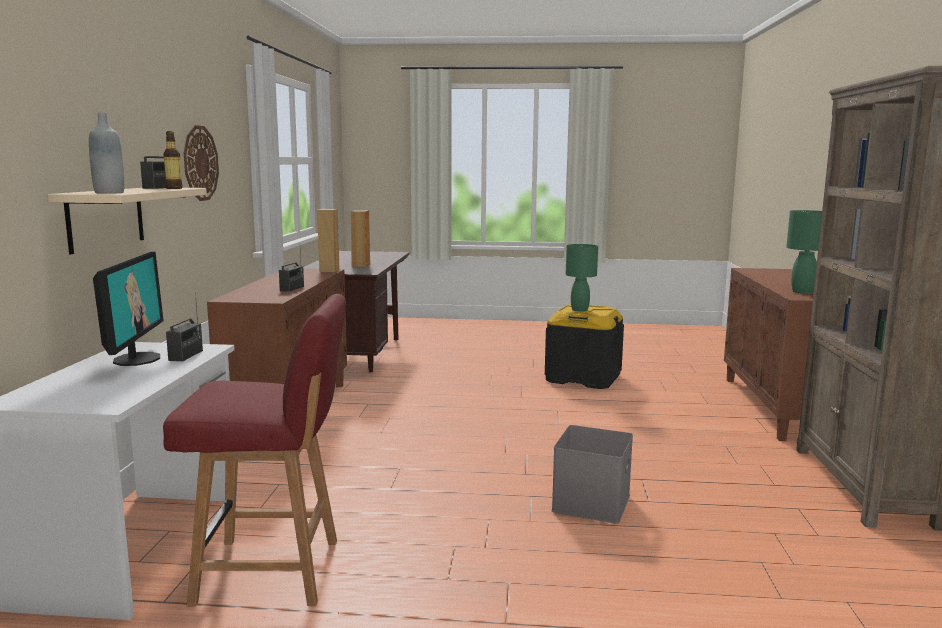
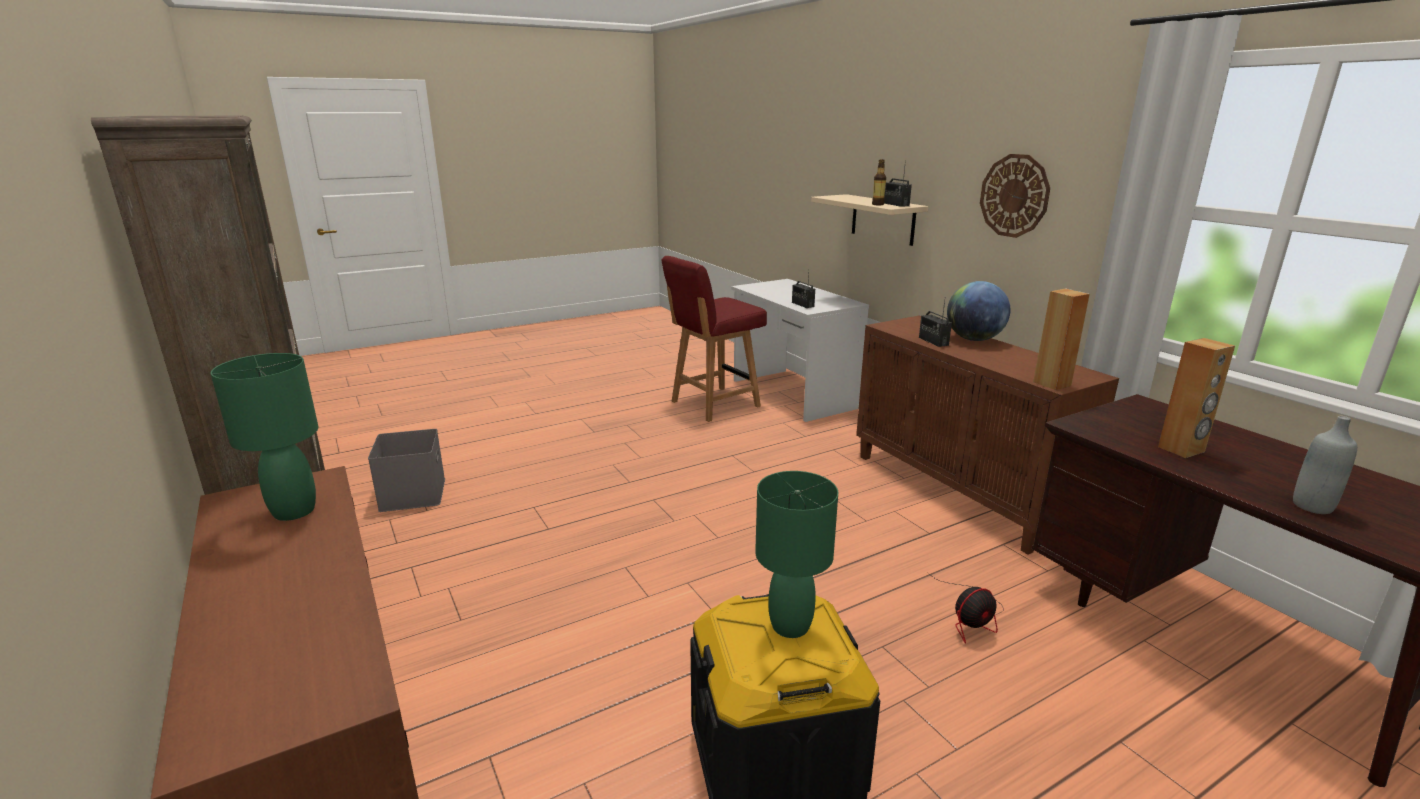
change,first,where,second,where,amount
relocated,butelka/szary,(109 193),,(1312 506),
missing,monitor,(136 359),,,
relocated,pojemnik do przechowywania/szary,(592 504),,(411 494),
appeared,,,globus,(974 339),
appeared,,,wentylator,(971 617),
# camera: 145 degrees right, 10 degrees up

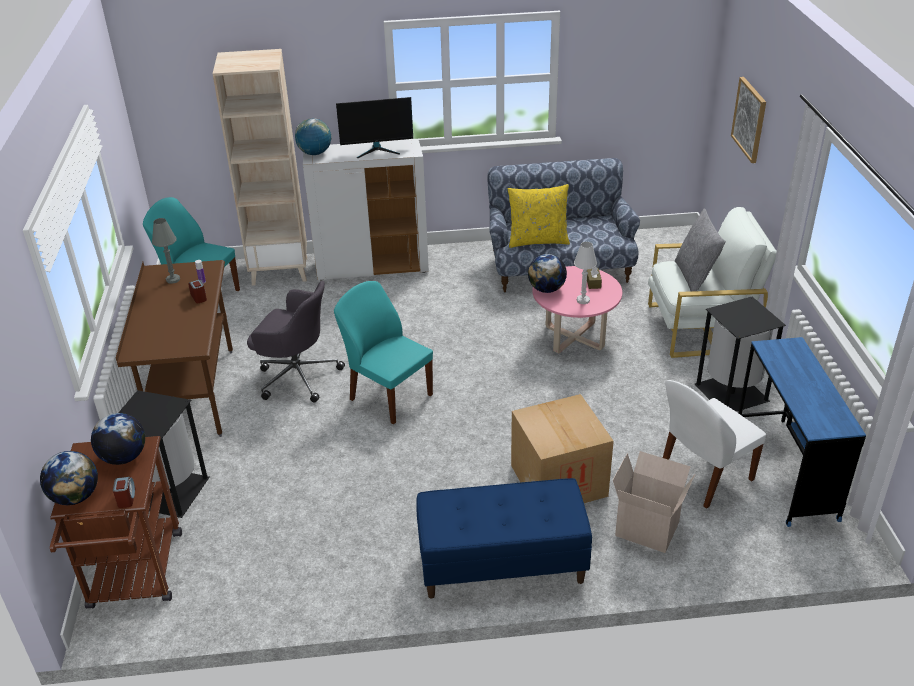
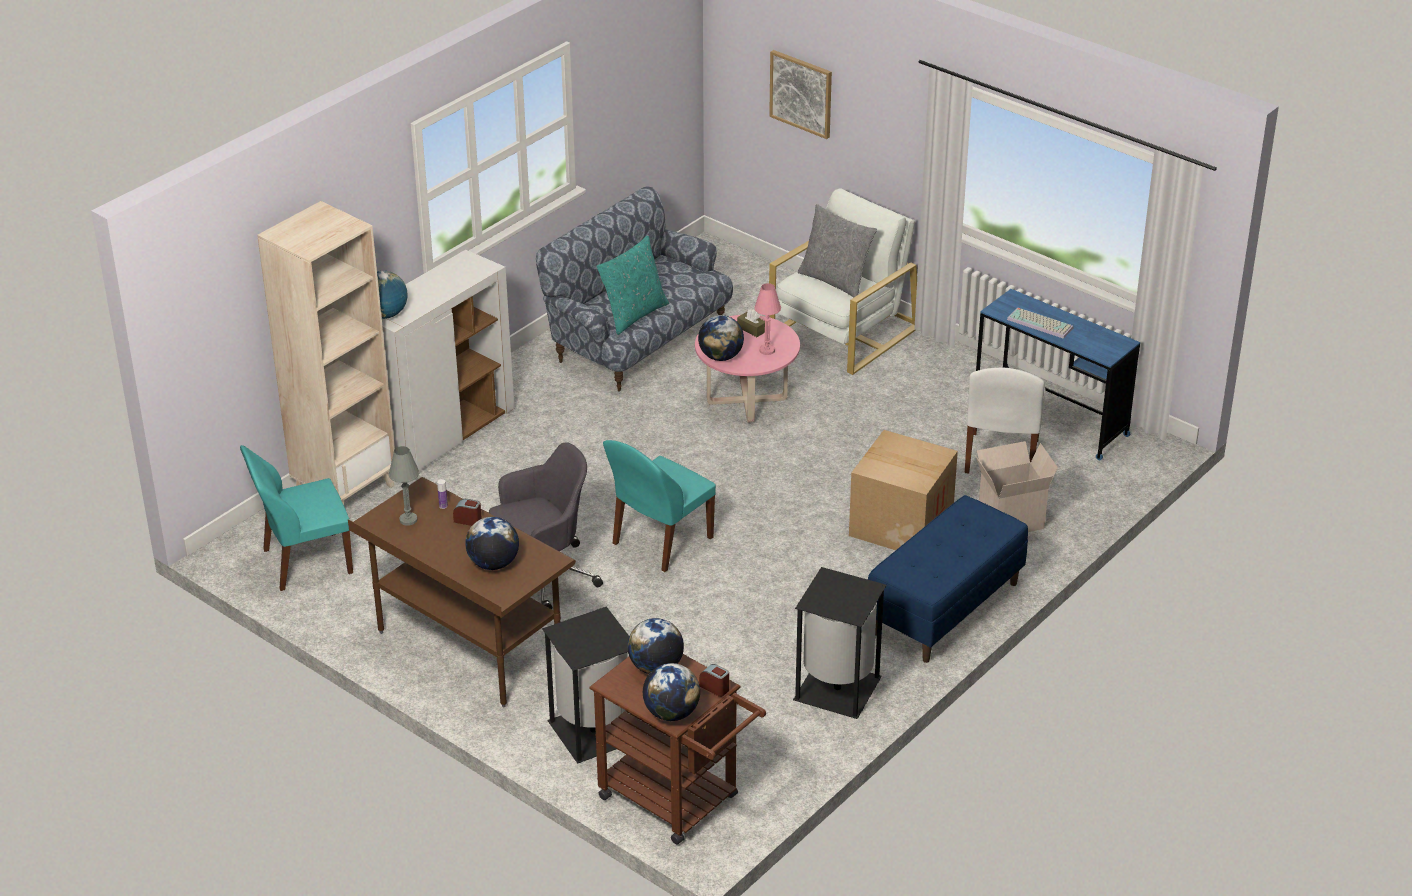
change,first,where,second,where,amount
missing,monitor,(377 150),,,
colour,poduszka/żółty,(538 241),poduszka/turkusowy,(633 314),
colour,lampa stołowa/biały,(583 300),lampa stołowa/różowy,(767 350),
spun,krzesło/turkusowy,(389 396),,(660 542),45 degrees counterclockwise
relocated,kosz na śmieci/czarny,(731 392),,(836 687),
appeared,,,klawiatura,(1041 323),
appeared,,,globus,(493 564),
# camera: 45 degrees left, 0 degrees up

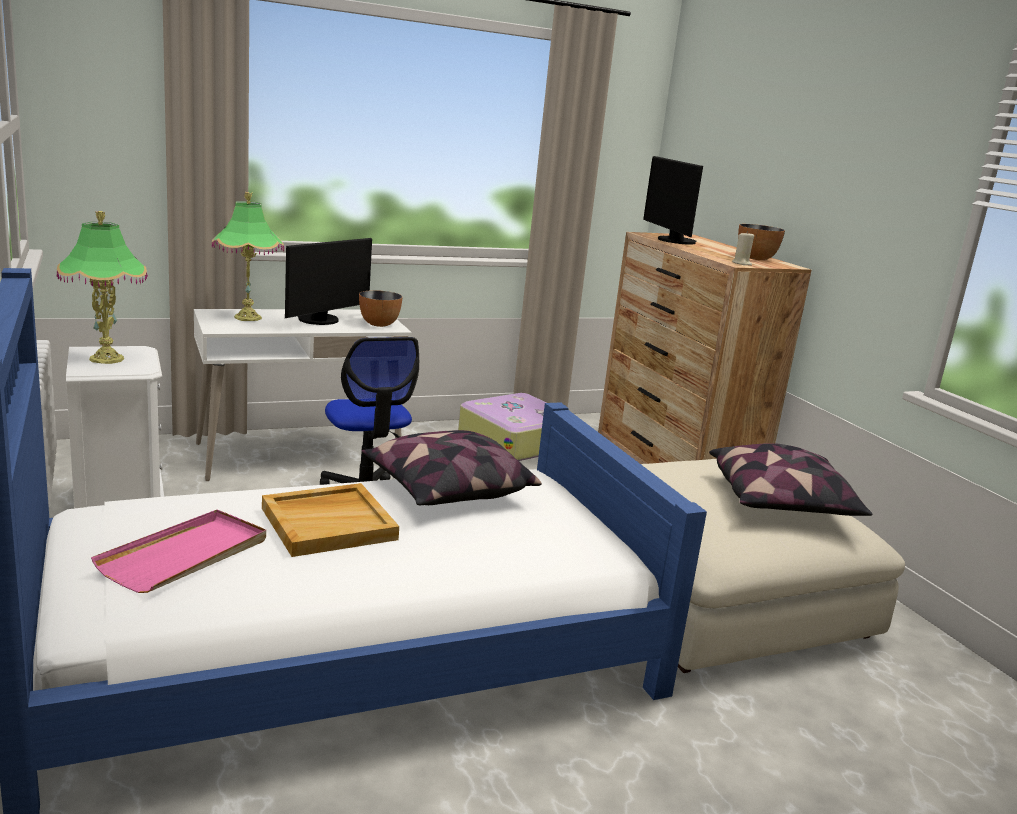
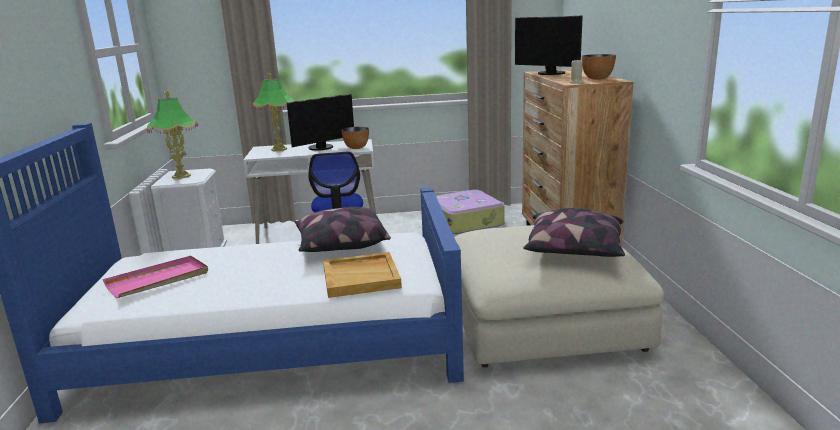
change,first,where,second,where,amount
spun,monitor,(672 240),,(549 73),45 degrees counterclockwise
relocated,taca/beżowy,(329 523),,(361 277),
# camera: 20 degrees right, 0 degrees up

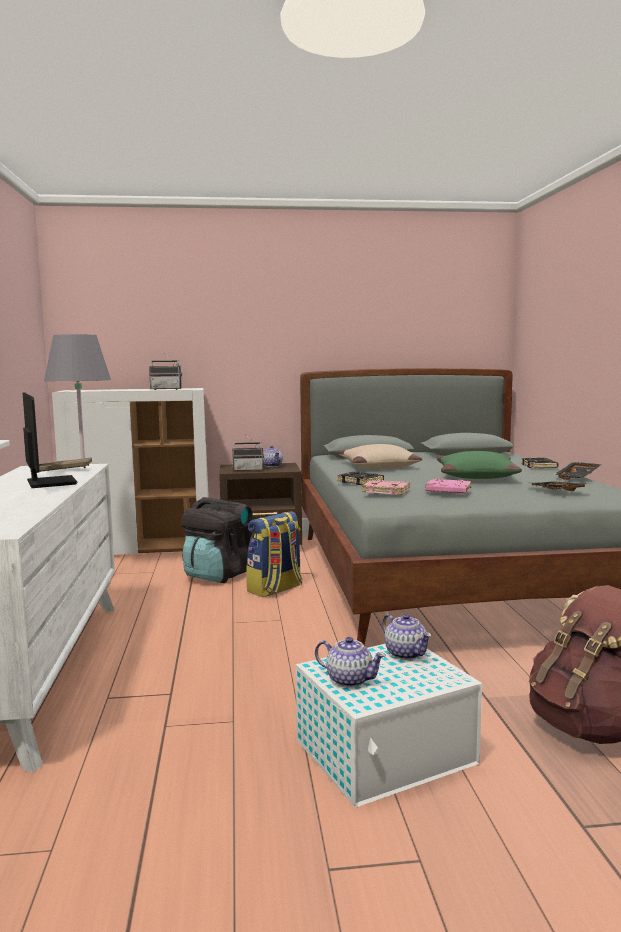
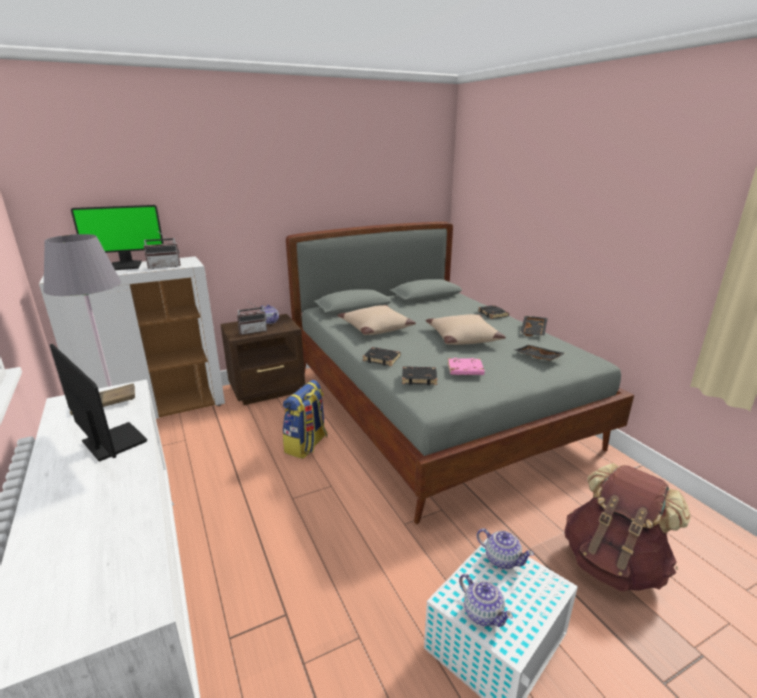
change,first,where,second,where,amount
colour,poduszka/zielony,(476 476),poduszka/beżowy,(462 337),
colour,książka/różowy,(387 491),książka/czarny,(419 378),
missing,plecak/czarny,(219 575),,,
spun,imbryk,(349 679),,(482 613),45 degrees clockwise
appeared,,,monitor,(126 266),
# camera: 20 degrees left, 15 degrees up

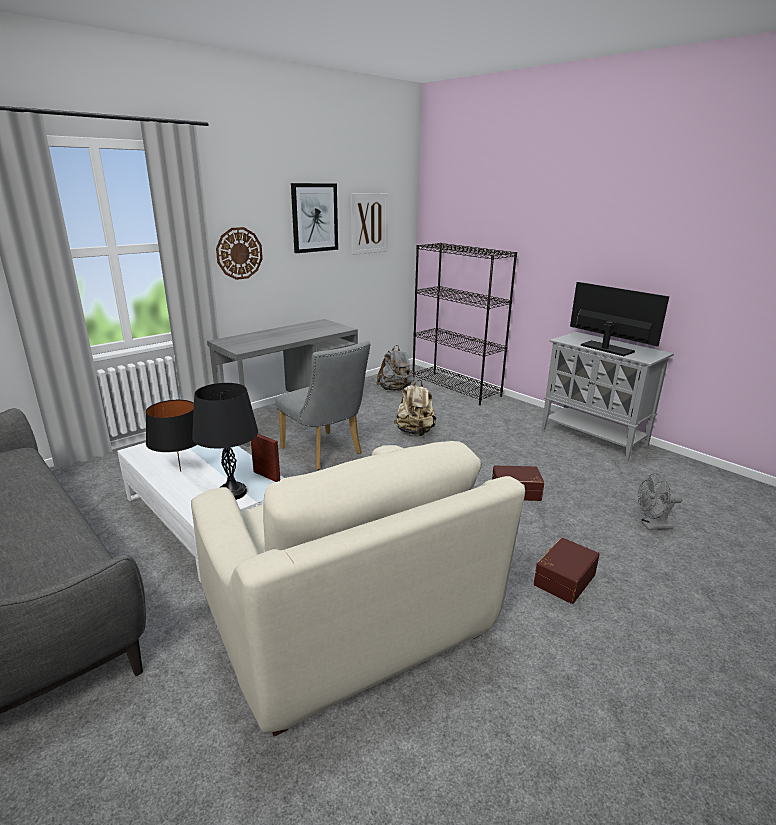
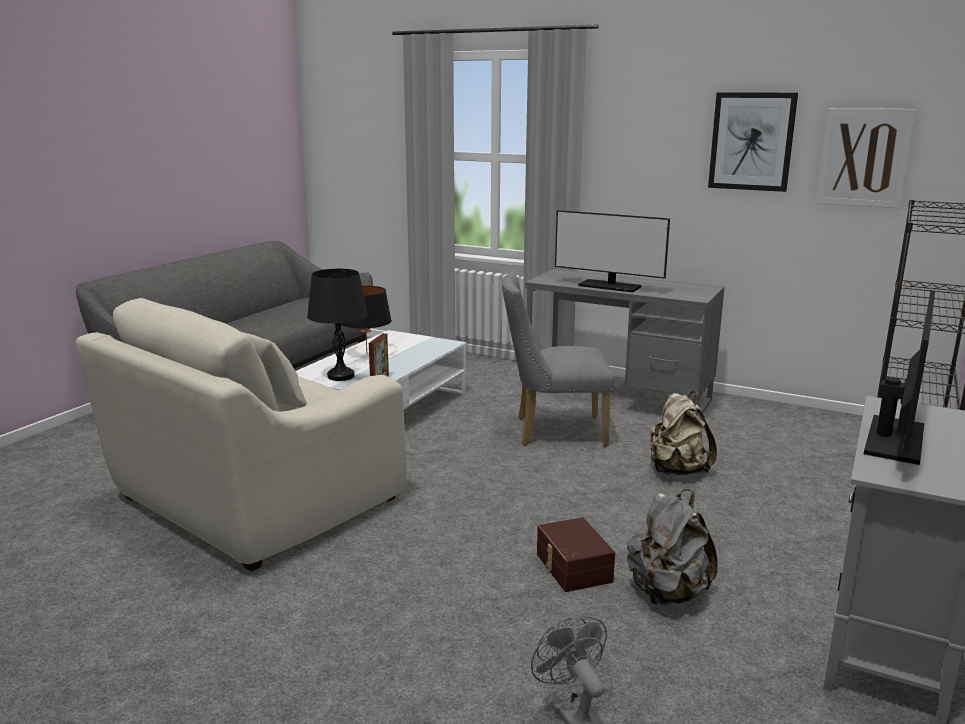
change,first,where,second,where,amount
missing,zegar ścienny,(239 253),,,
spun,krzesło/szary,(325 453),,(552 431),60 degrees clockwise
relocated,plecak/szary,(395 390),,(667 593),
missing,pojemnik do przechowywania/brązowy,(563 579),,,
appeared,,,monitor,(609 286),
# camera: 70 degrees right, 5 degrees down

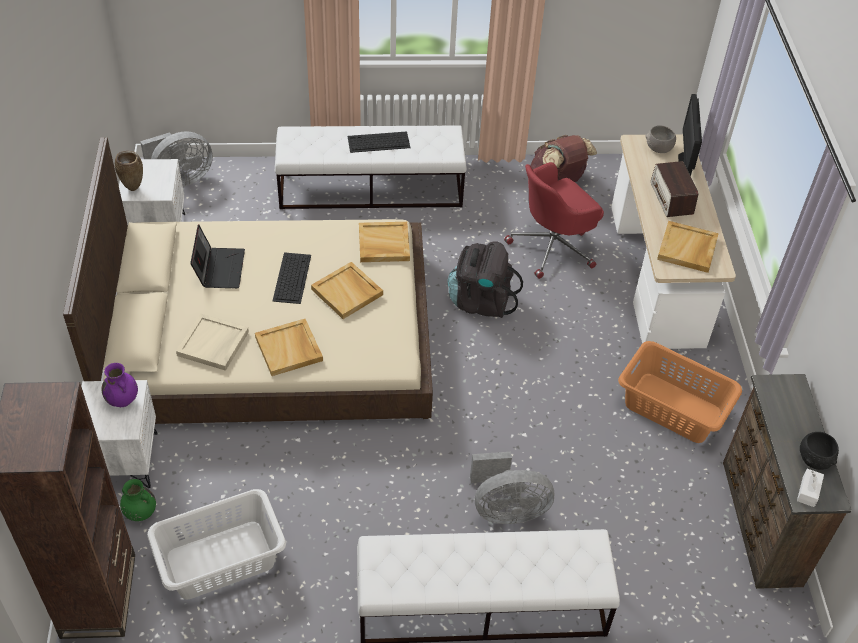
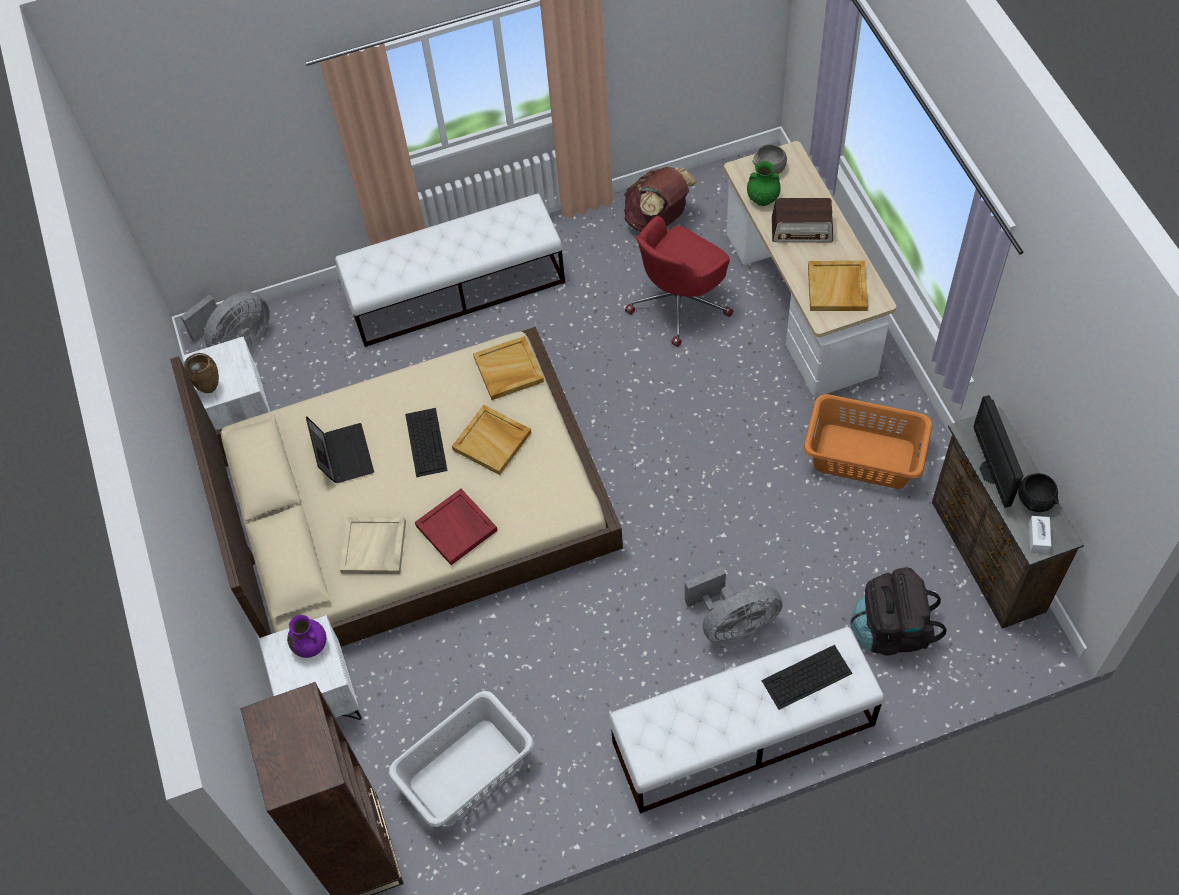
change,first,where,second,where,amount
relocated,monitor,(687 159),,(992 471),
relocated,klawiatura,(378 142),,(806 677),
spun,radio,(671 198),,(802 230),60 degrees counterclockwise
relocated,plecak/czarny,(481 301),,(892 630),
colour,taca/beżowy,(289 349),taca/czerwony,(457 528),
relocated,wazon/zielony,(140 512),,(762 199),
# camera: 10 degrees left, 10 degrees up

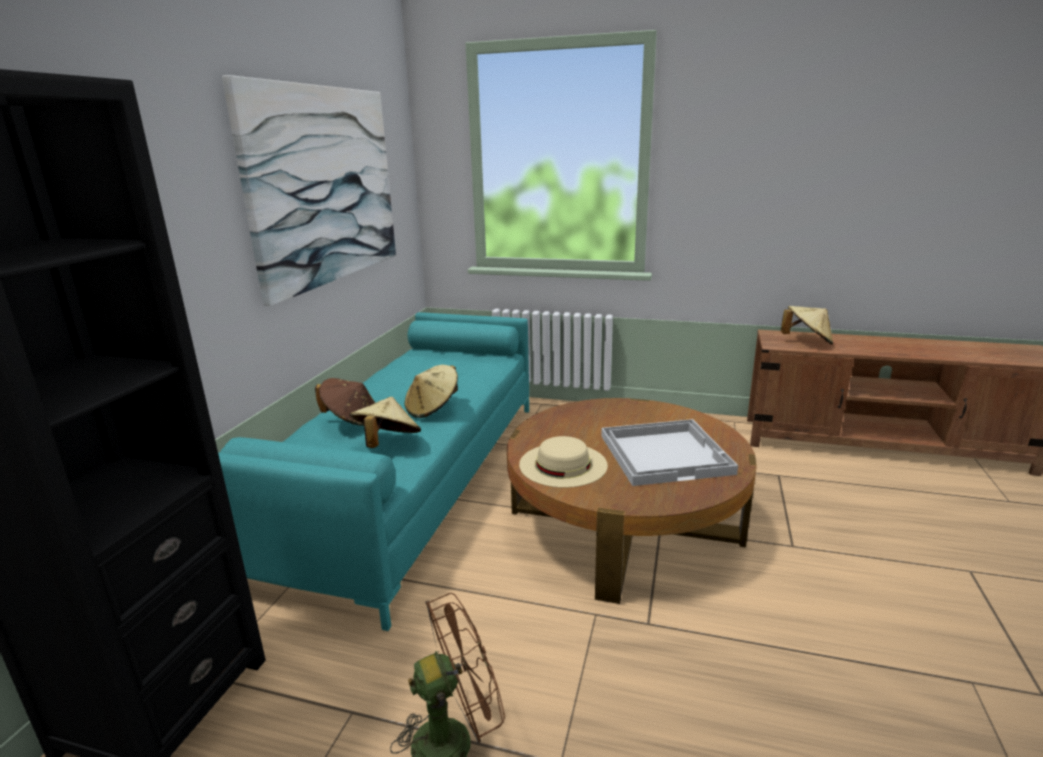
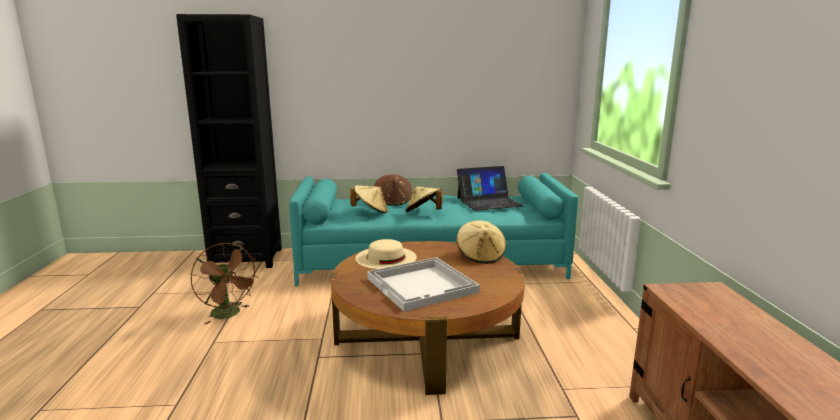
change,first,where,second,where,amount
missing,obraz,(325 186),,,
relocated,kapelusz/beżowy,(807 341),,(480 256),
appeared,,,laptop,(489 202),
# camera: 70 degrees right, 5 degrees down

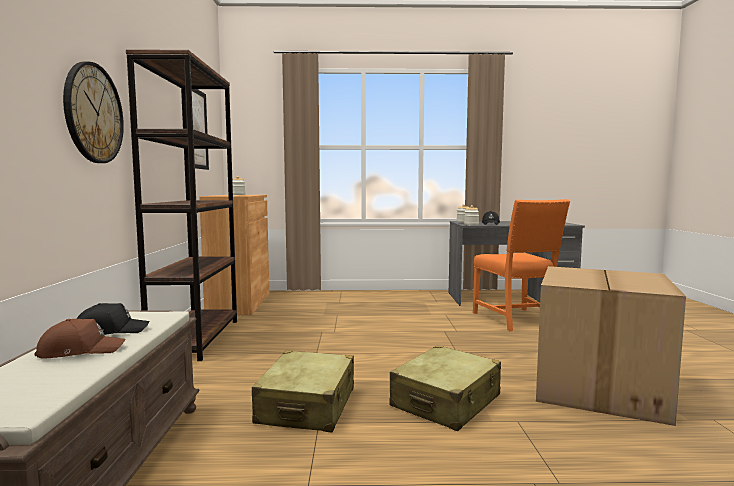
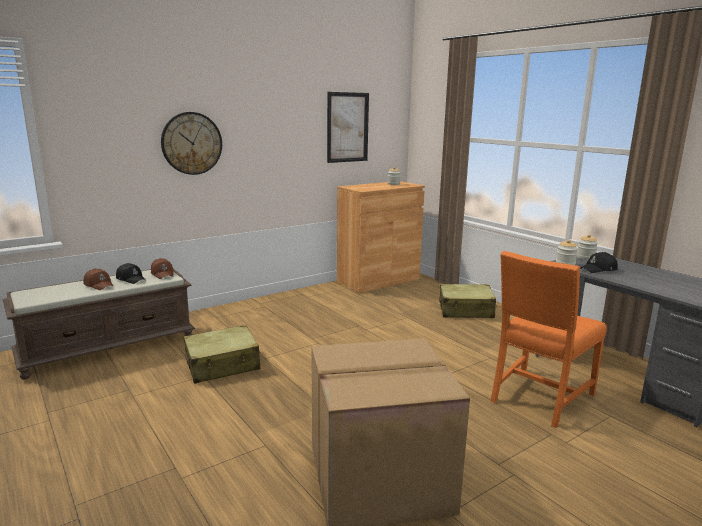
change,first,where,second,where,amount
missing,regał/brązowy,(196 338),,,
relocated,walizka/beżowy,(446 402),,(466 310),
appeared,,,czapka z daszkiem/brązowy,(162 274),
# camera: 55 degrees right, 10 degrees up

